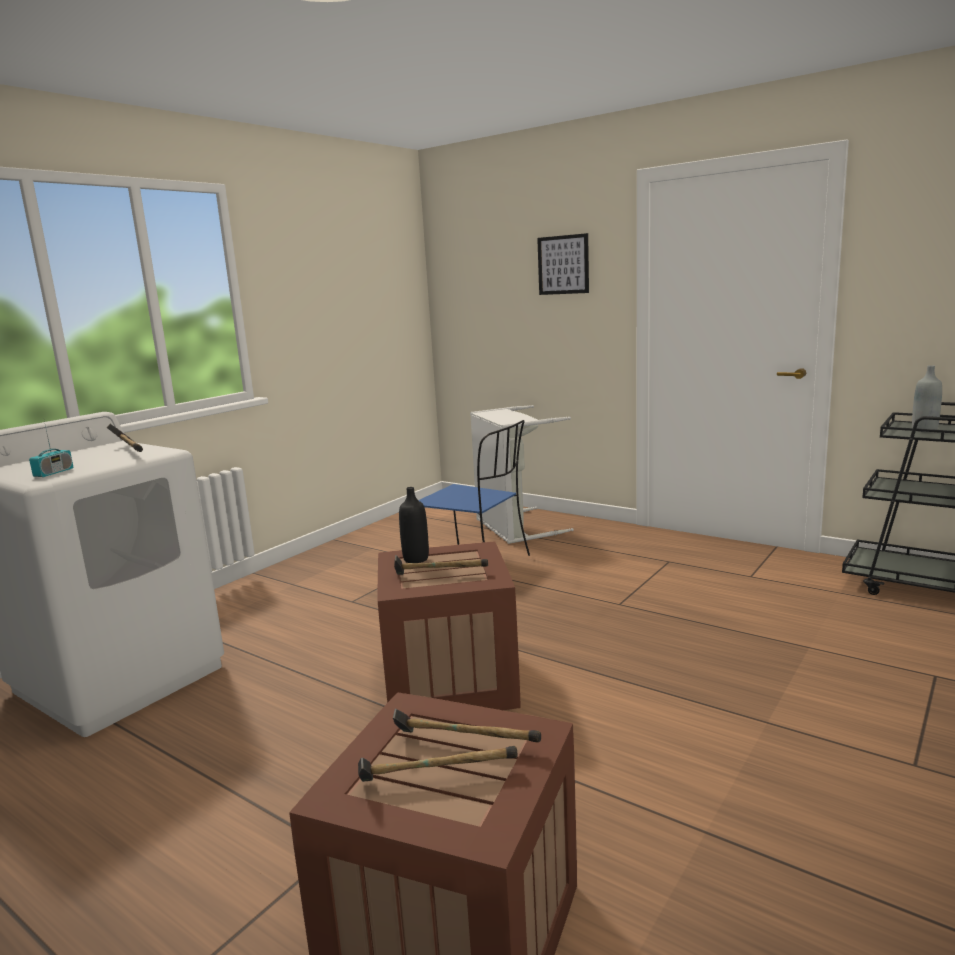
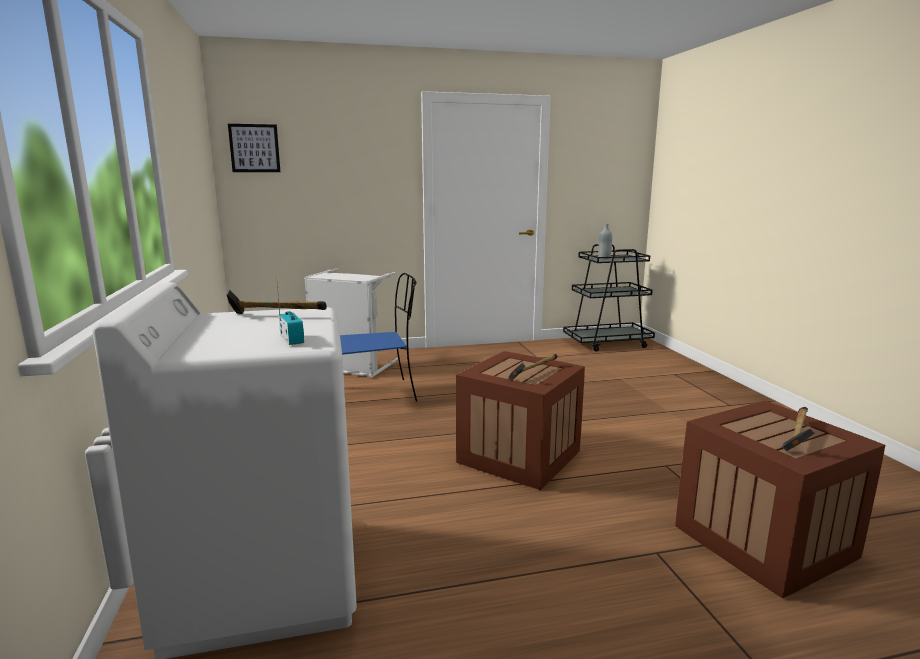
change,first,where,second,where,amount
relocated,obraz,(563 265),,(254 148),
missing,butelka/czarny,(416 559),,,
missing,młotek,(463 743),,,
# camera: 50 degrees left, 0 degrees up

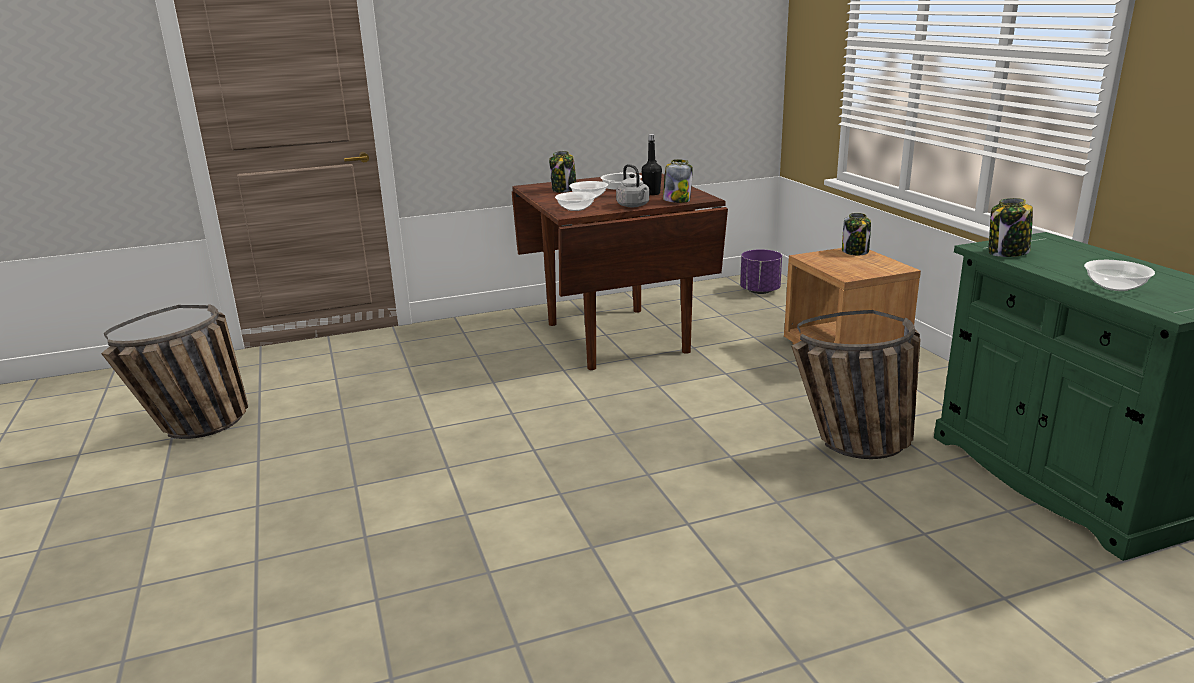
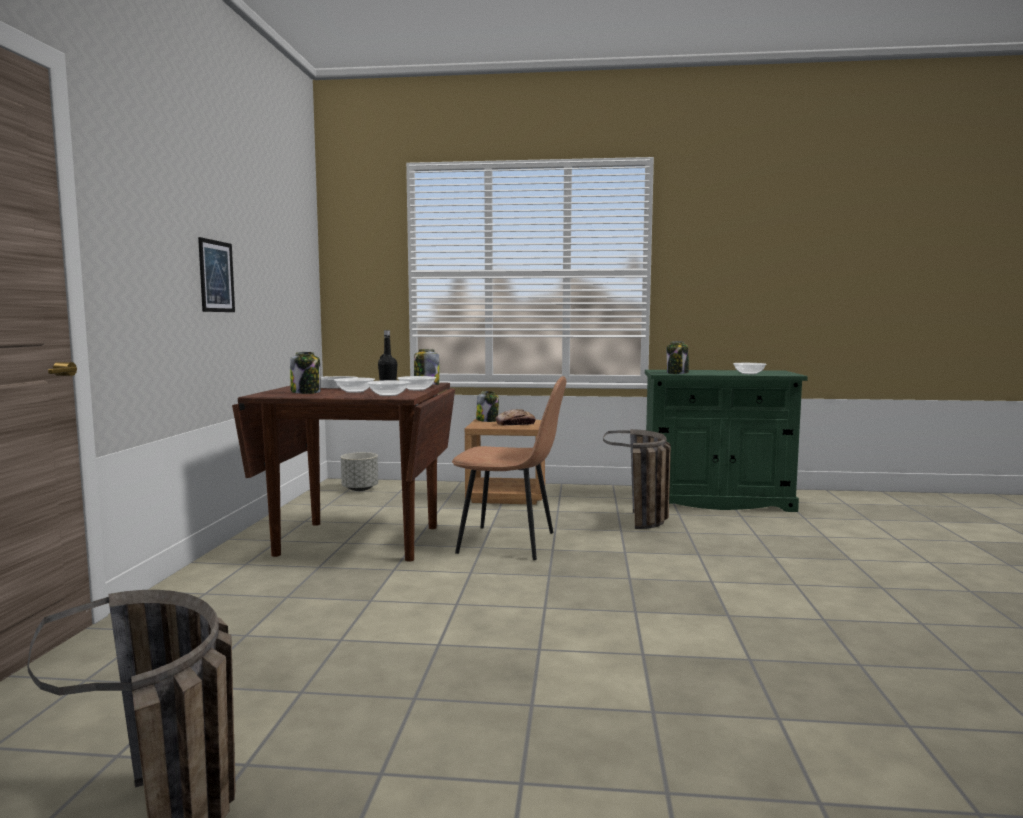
change,first,where,second,where,amount
exchanged,czajnik/szary,(634 206),miska,(417 389),
colour,donica/fioletowy,(760 291),donica/szary,(360 489),
appeared,,,obraz,(216 276),
appeared,,,krzesło/brązowy,(509 543),
appeared,,,chleb,(515 424),
# camera: 65 degrees left, 15 degrees down

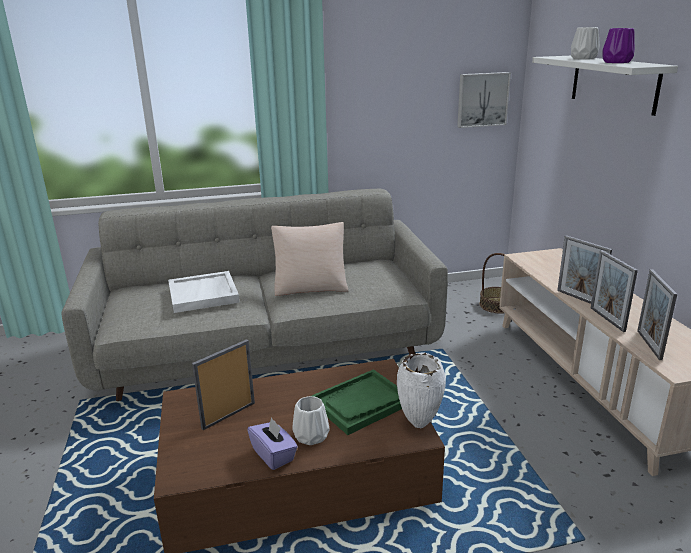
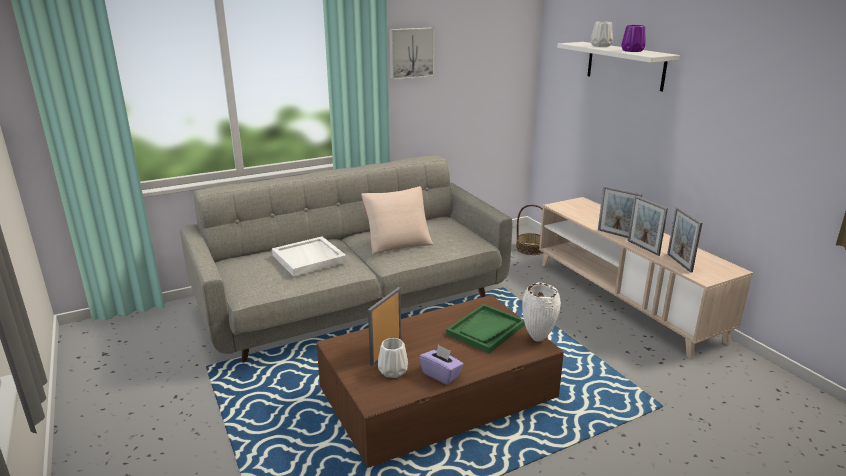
change,first,where,second,where,amount
relocated,obraz,(482 99),,(411 53),
relocated,wazon/biały,(312 436),,(393 370),
# camera: 15 degrees left, 0 degrees up

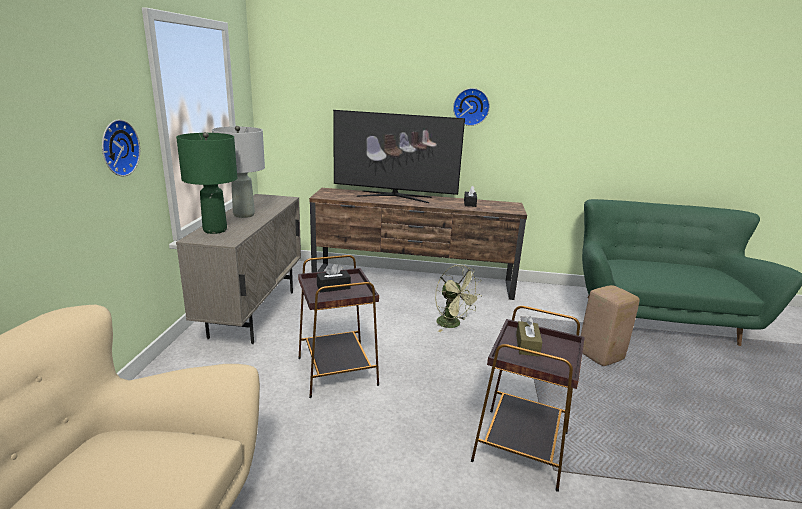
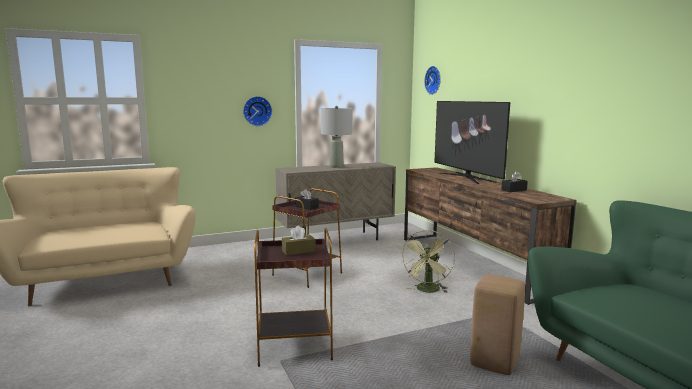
change,first,where,second,where,amount
relocated,zegar ścienny,(471 106),,(434 80),
missing,lampa stołowa/zielony,(215 230),,,
# camera: 60 degrees right, 10 degrees down

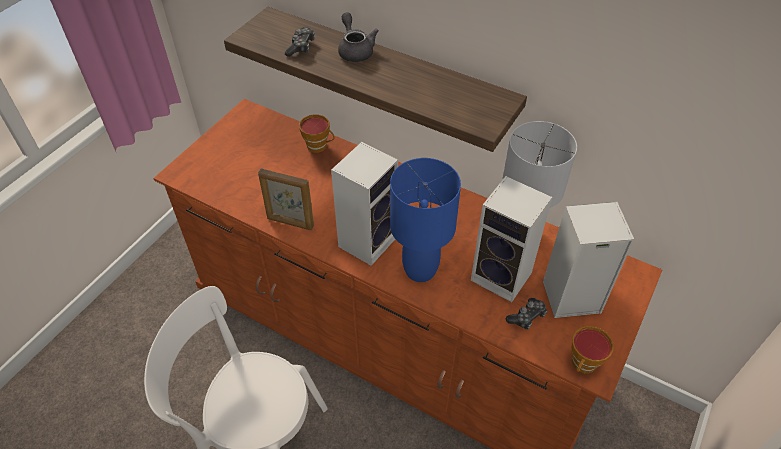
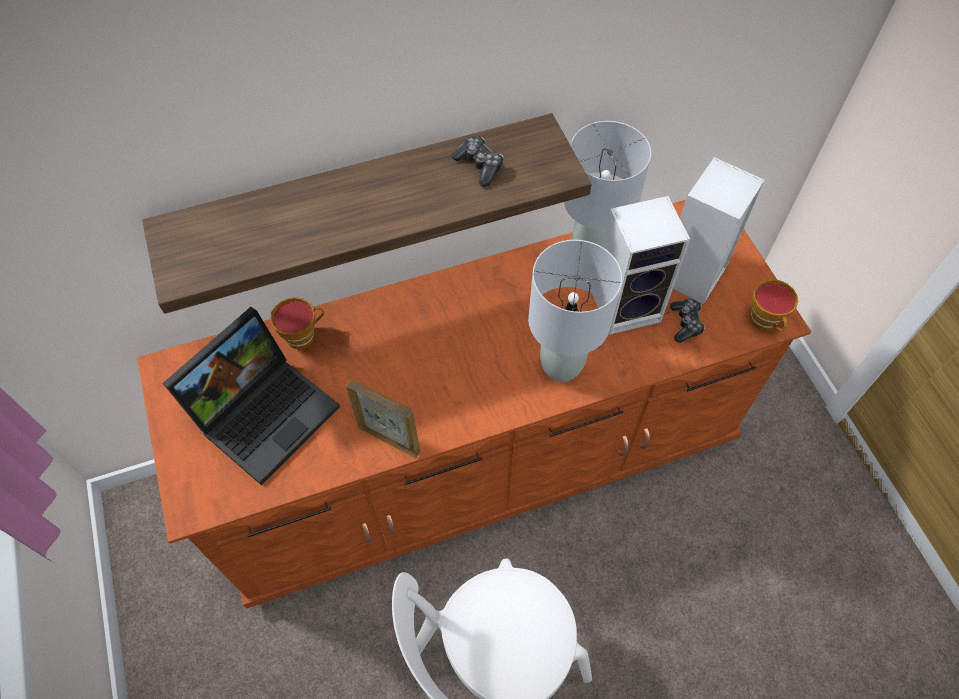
change,first,where,second,where,amount
missing,imbryk/szary,(355 50),,,
relocated,pad do gier,(301 47),,(479 165),
missing,głośnik,(368 240),,,
colour,lampa stołowa/niebieski,(419 270),lampa stołowa/szary,(560 366),
spun,ramka na zdjęcie,(290 222),,(389 439),120 degrees counterclockwise
appeared,,,laptop,(266 411),
# camera: 50 degrees left, 10 degrees up

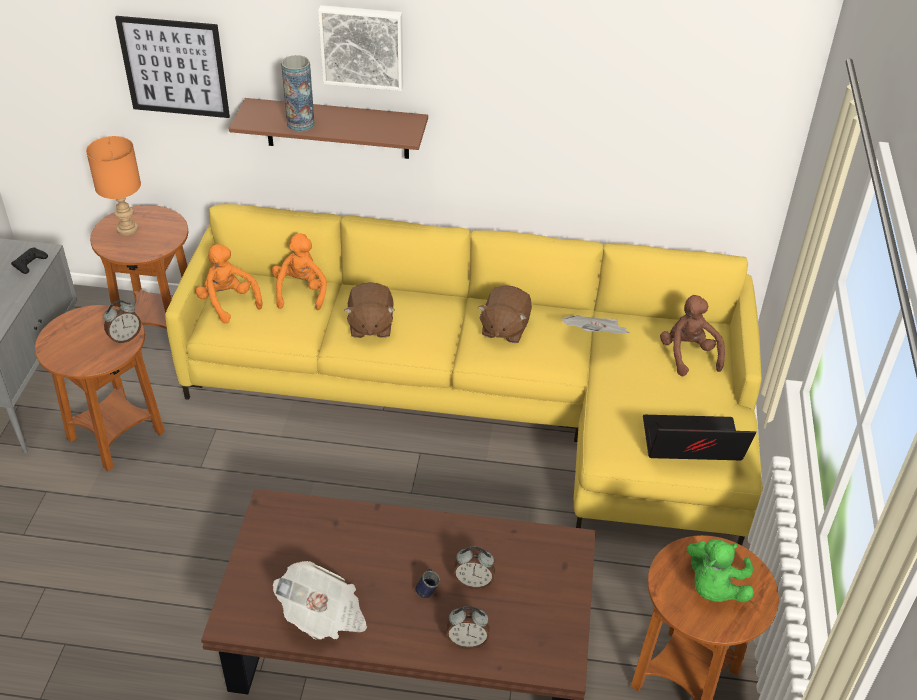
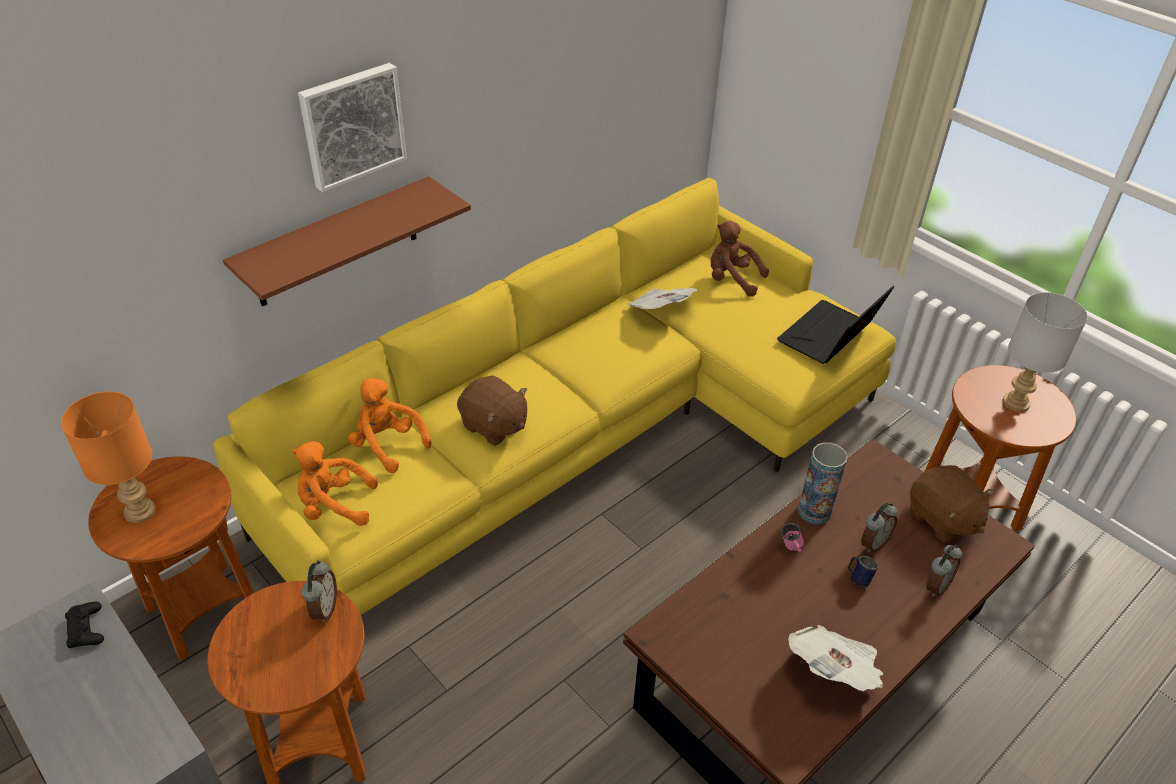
change,first,where,second,where,amount
missing,obraz,(174 67),,,
relocated,wazon,(300 124),,(814 511),
relocated,pluszak/brązowy,(504 328),,(942 519),
exchanged,pluszak/zielony,(714 587),lampa stołowa/szary,(1015 404),
appeared,,,kubek/różowy,(791 548),
# camera: 50 degrees left, 0 degrees up

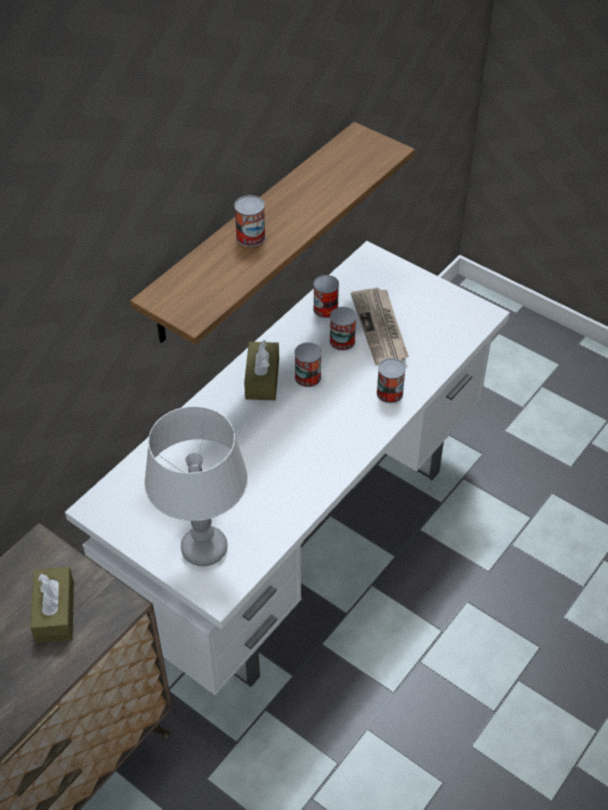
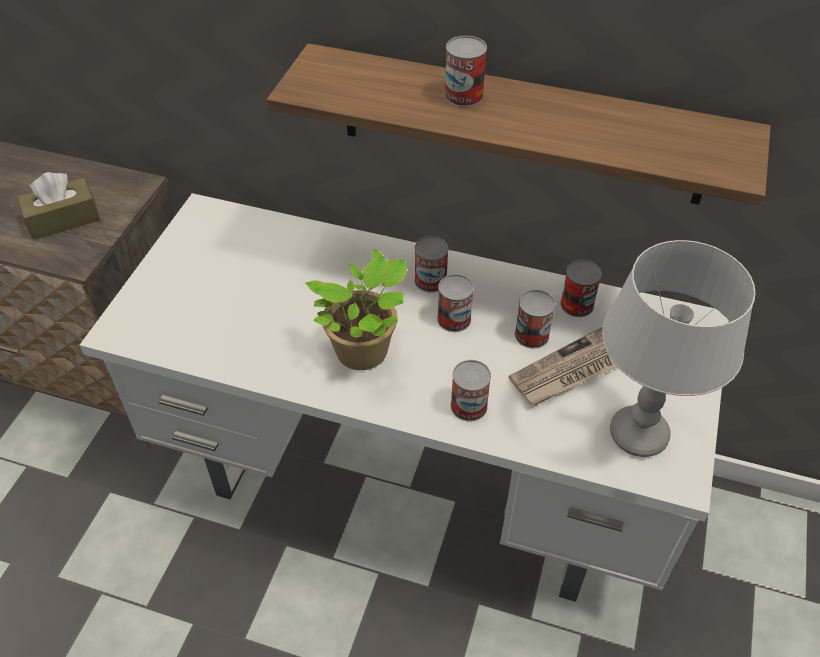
change,first,where,second,where,amount
exchanged,pudełko chusteczek/brązowy,(262 379),puszka,(430 280),
relocated,lampa stołowa/szary,(204 548),,(638 434),
appeared,,,roślina doniczkowa,(365 353),
# camera: 70 degrees right, 0 degrees up

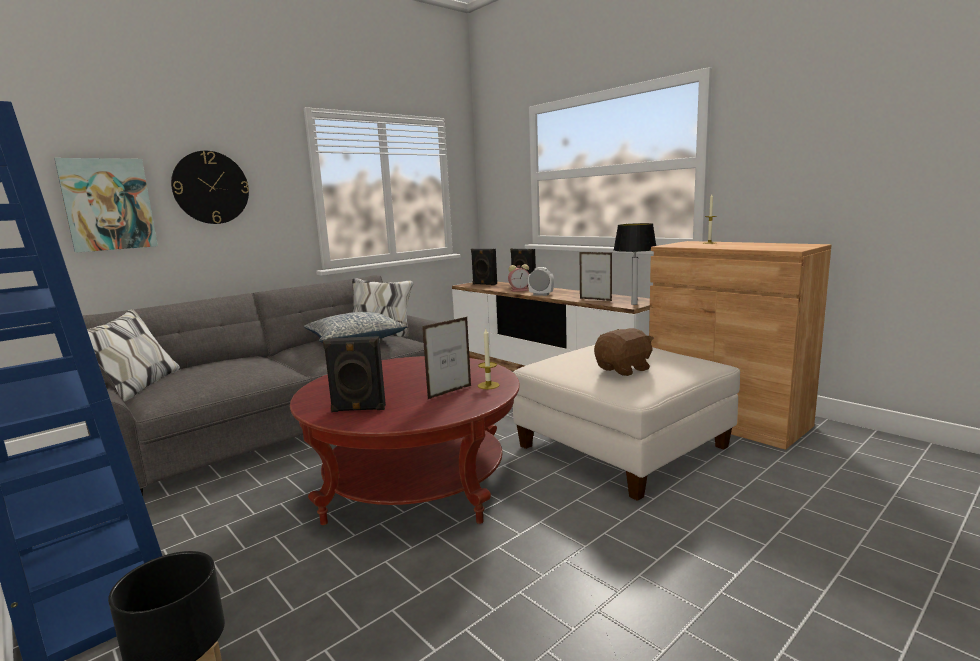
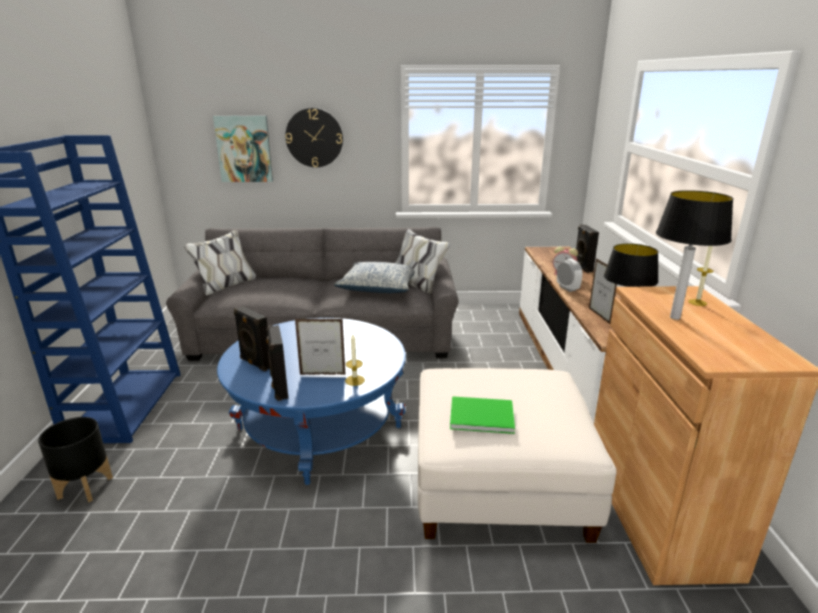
change,first,where,second,where,amount
relocated,głośnik/czarny,(484 284),,(279 388),
exchanged,pluszak/brązowy,(624 369),książka/zielony,(479 415),
colour,ława/czerwony,(415 482),ława/niebieski,(319 427),
appeared,,,lampa stołowa,(674 317),
# camera: 40 degrees right, 10 degrees up

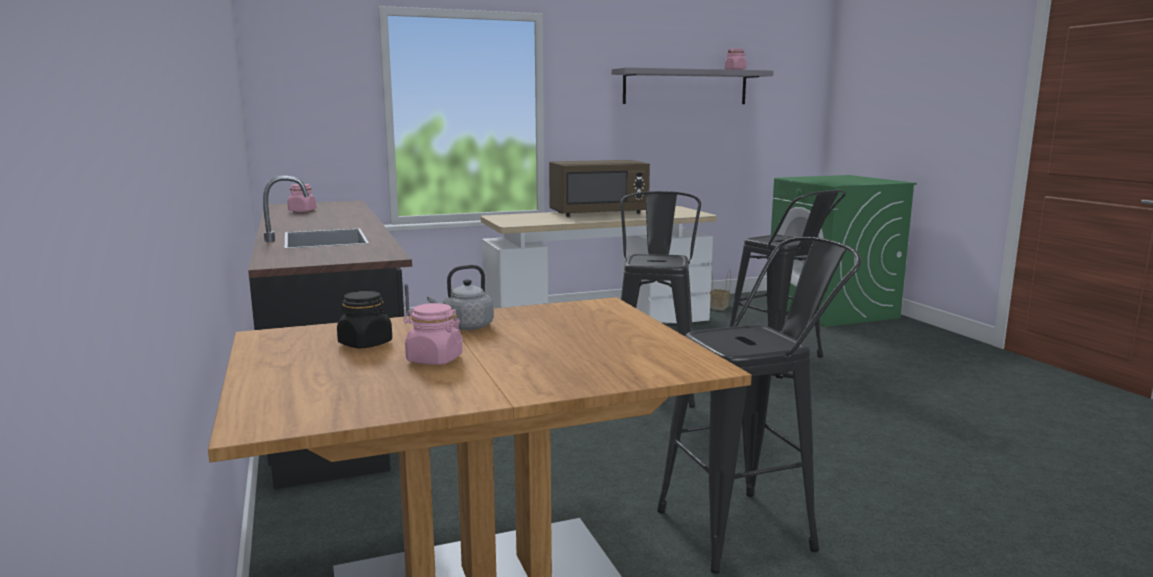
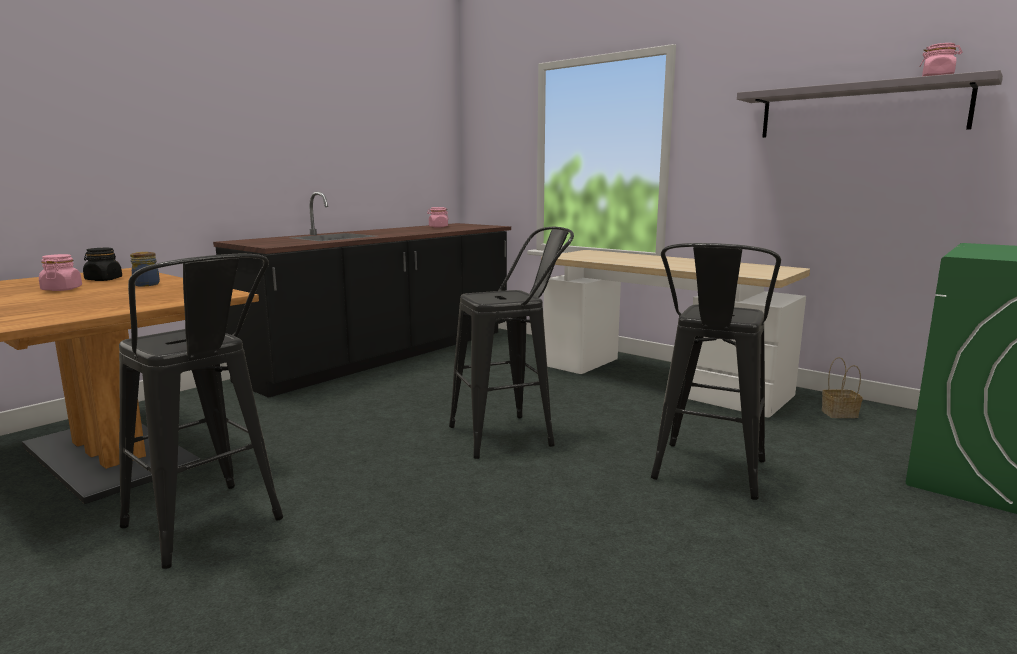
change,first,where,second,where,amount
missing,mikrofalówka/brązowy,(598 213),,,
exchanged,czajnik/szary,(465 327),słoik,(146 284),
# camera: 60 degrees right, 0 degrees up

